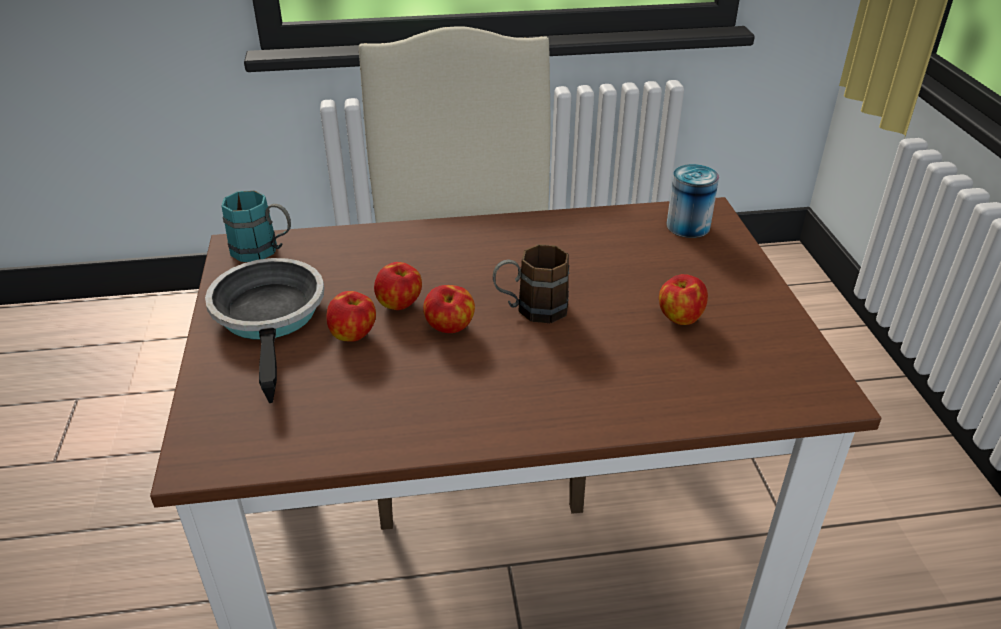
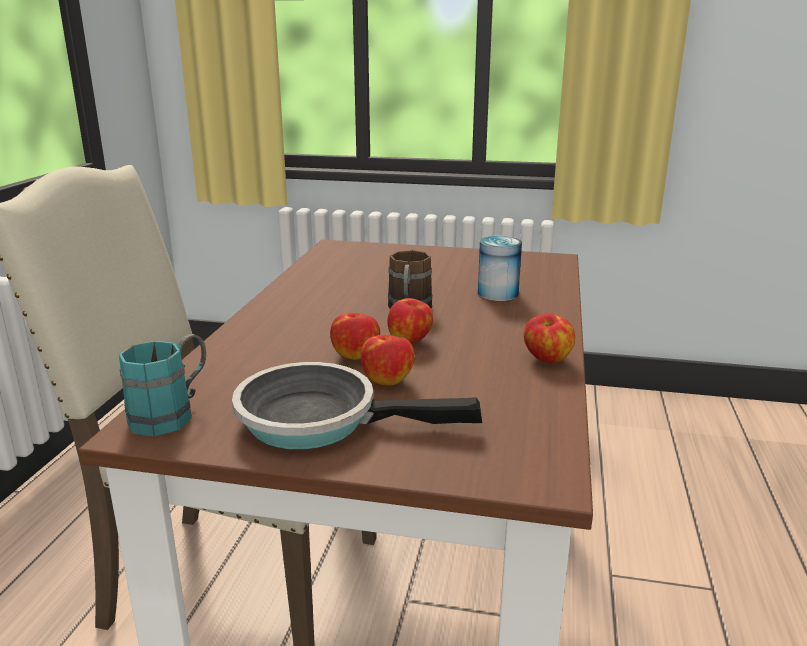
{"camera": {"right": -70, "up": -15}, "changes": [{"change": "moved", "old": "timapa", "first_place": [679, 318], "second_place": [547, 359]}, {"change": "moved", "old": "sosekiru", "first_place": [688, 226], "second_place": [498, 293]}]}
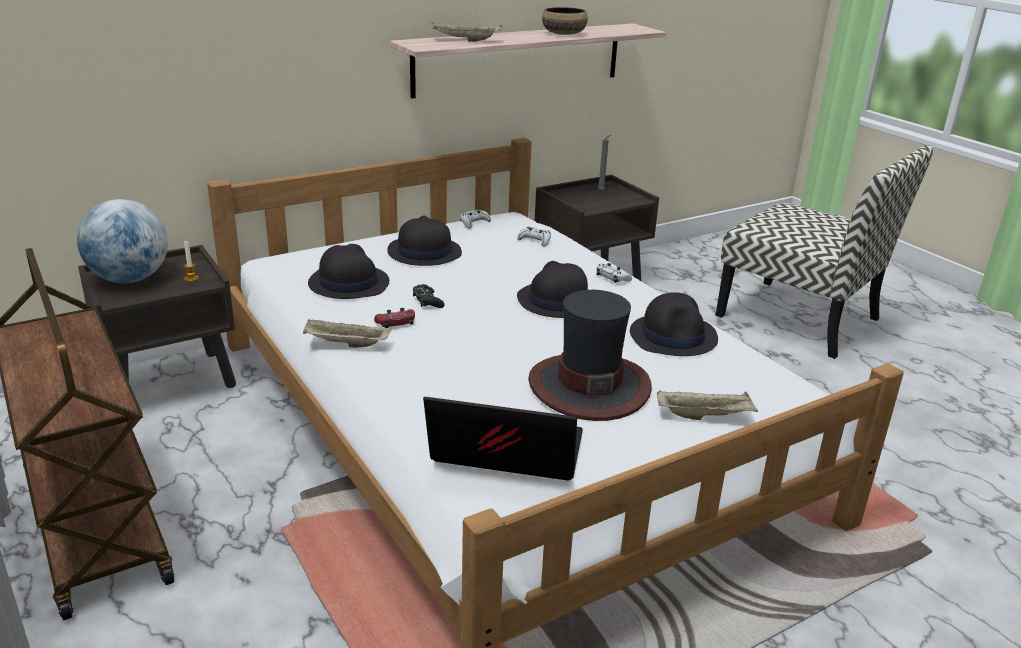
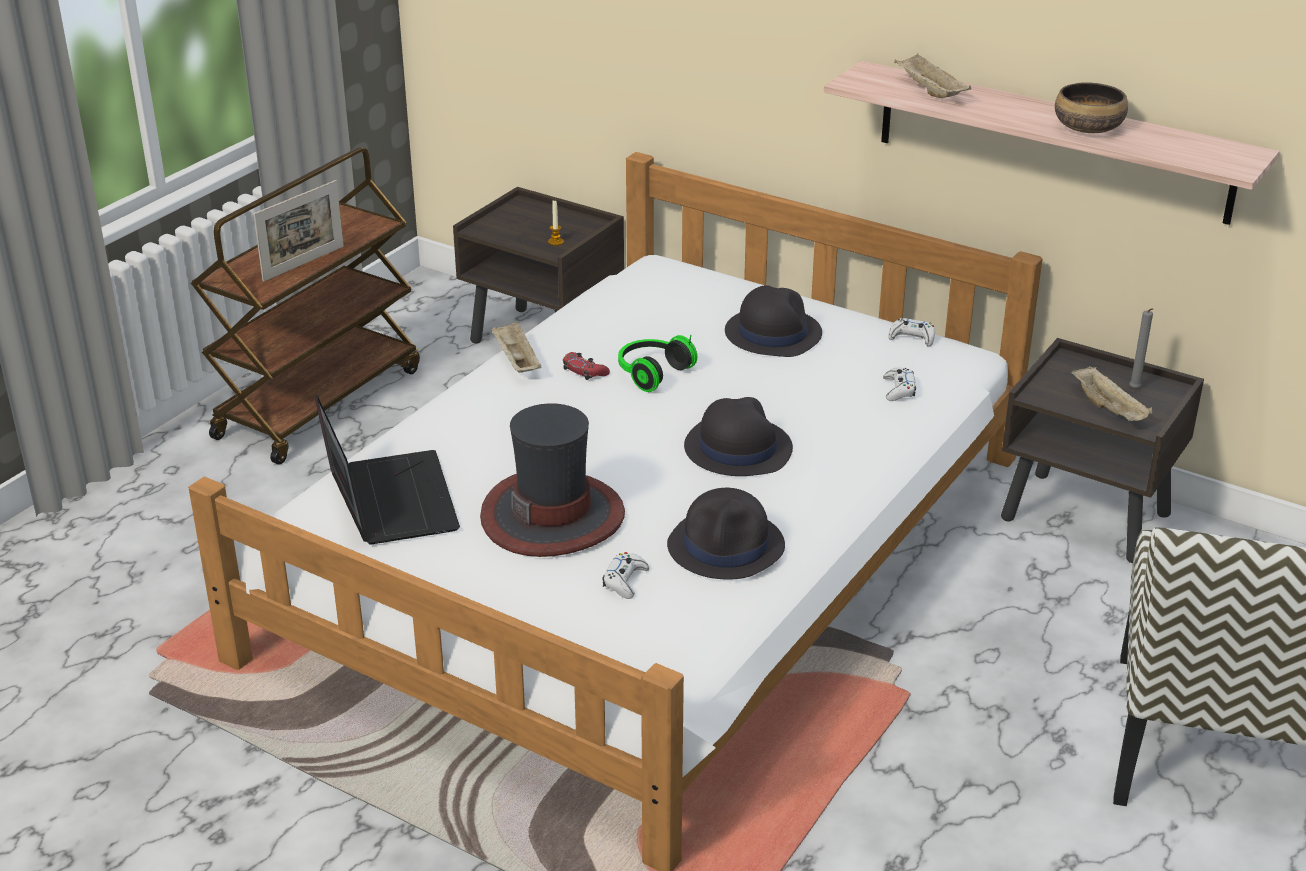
{"camera": {"right": 65, "up": 5}, "changes": [{"change": "removed", "old": "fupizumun", "first_place": [130, 279]}, {"change": "removed", "old": "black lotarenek", "first_place": [348, 283]}, {"change": "replaced", "old": "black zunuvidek", "new": "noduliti", "first_place": [427, 301], "second_place": [651, 373]}, {"change": "moved", "old": "white zunuvidek", "first_place": [612, 278], "second_place": [625, 581]}, {"change": "moved", "old": "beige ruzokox", "first_place": [705, 416], "second_place": [1109, 409]}, {"change": "added", "new": "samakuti", "second_place": [303, 263]}]}
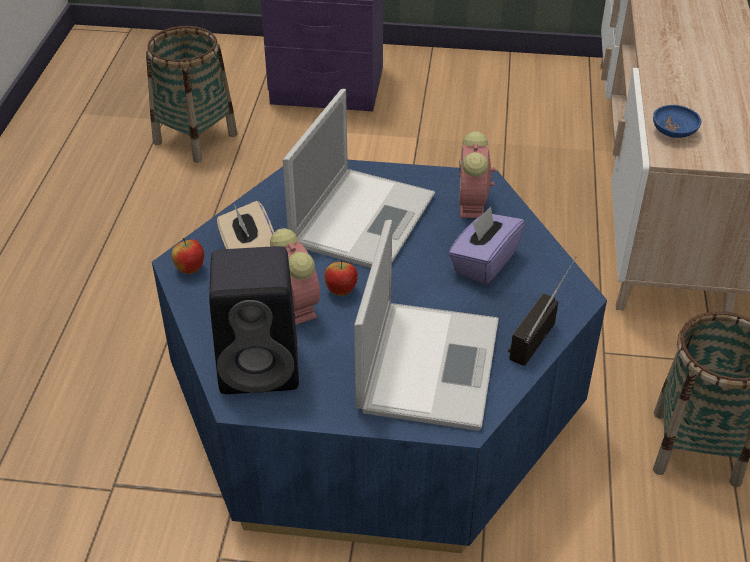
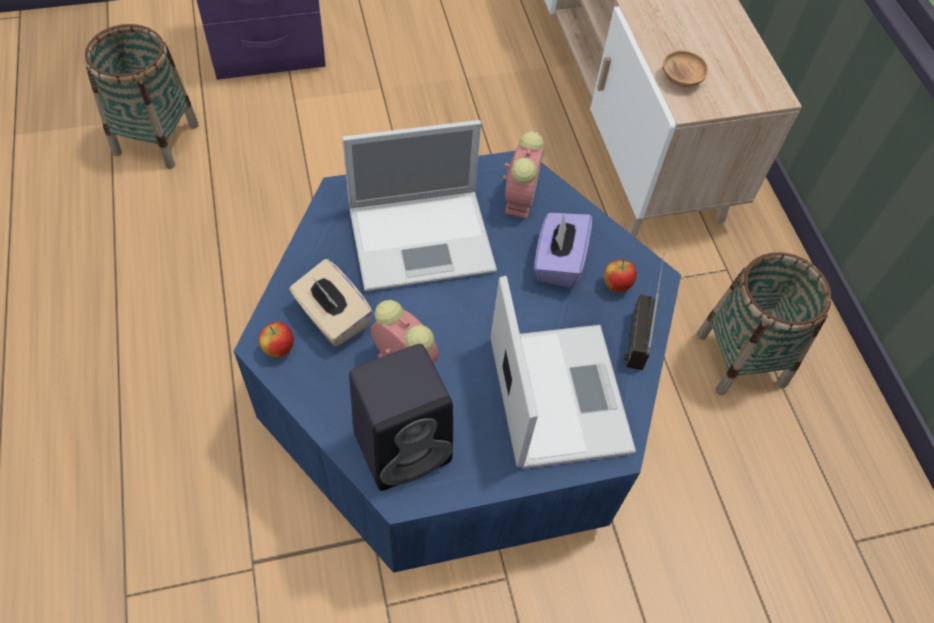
{"camera": {"right": -25, "up": 15}, "changes": [{"change": "turned", "old": "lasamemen", "first_place": [364, 217], "second_place": [424, 238], "degrees": 75}, {"change": "moved", "old": "timapa", "first_place": [341, 291], "second_place": [616, 285]}, {"change": "turned", "old": "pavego", "first_place": [472, 205], "second_place": [520, 197], "degrees": -150}, {"change": "recoloured", "old": "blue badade", "new": "brown badade", "first_place": [674, 132], "second_place": [681, 78]}]}
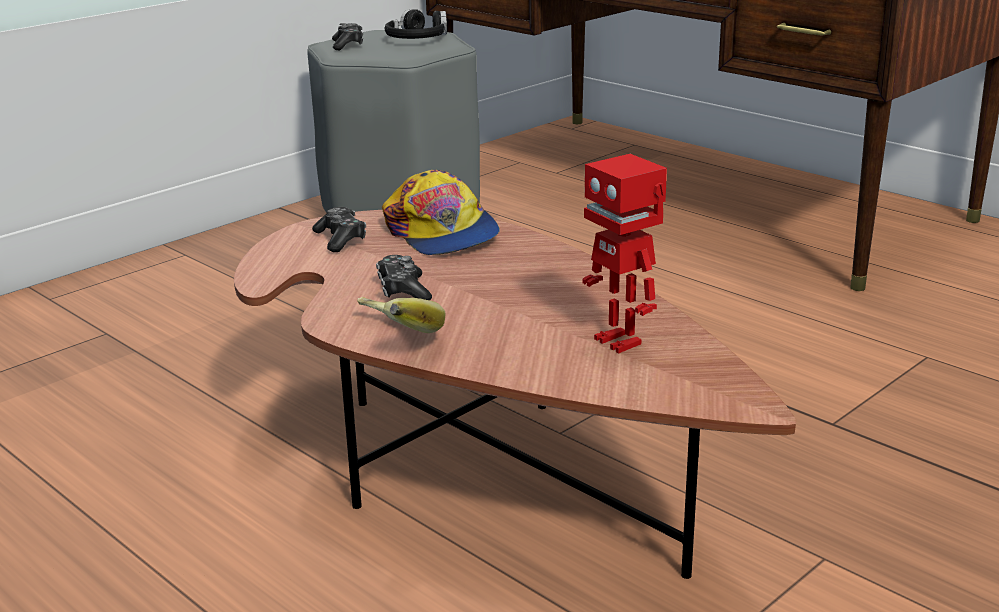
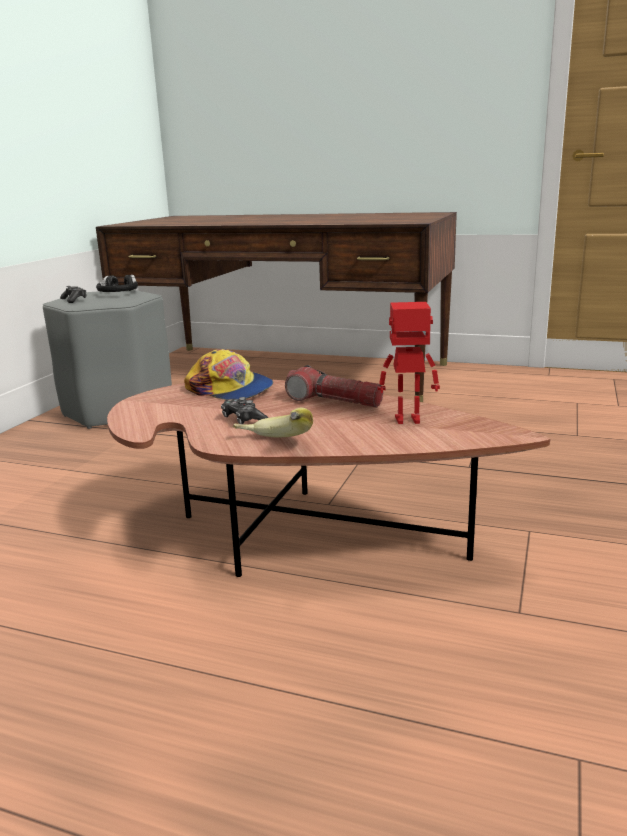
{"camera": {"right": -25, "up": -5}, "changes": [{"change": "removed", "old": "zunuvidek", "first_place": [341, 239]}, {"change": "turned", "old": "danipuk", "first_place": [620, 341], "second_place": [408, 420], "degrees": 150}, {"change": "added", "new": "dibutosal", "second_place": [333, 401]}]}
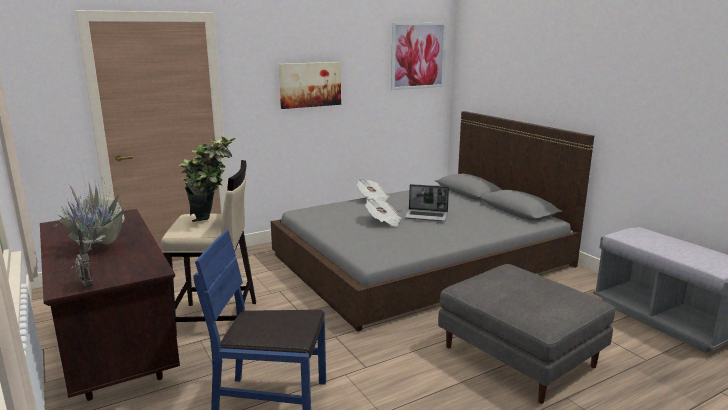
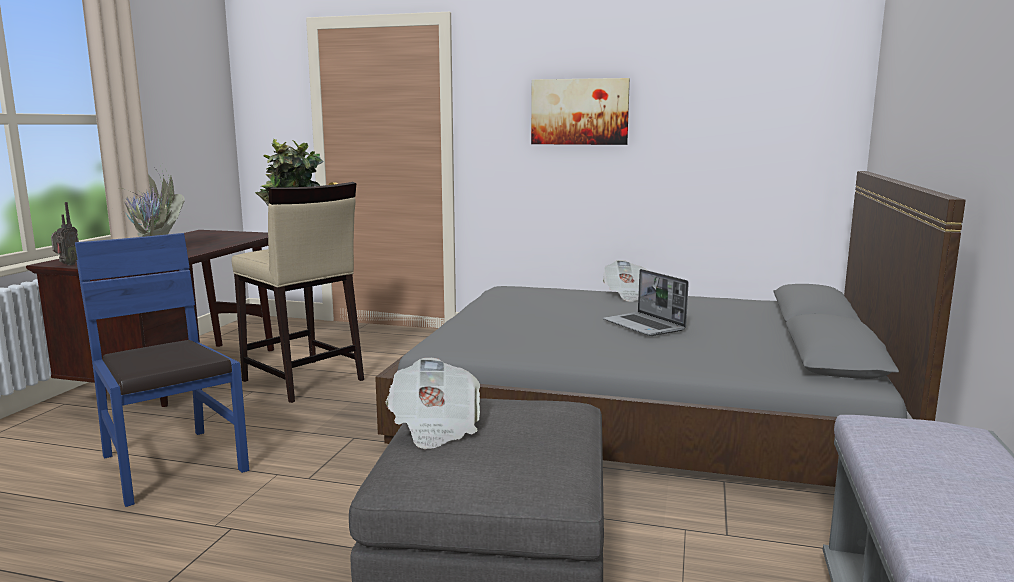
{"camera": {"right": 45, "up": -5}, "changes": [{"change": "moved", "old": "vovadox", "first_place": [383, 221], "second_place": [434, 427]}, {"change": "removed", "old": "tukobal", "first_place": [418, 55]}]}
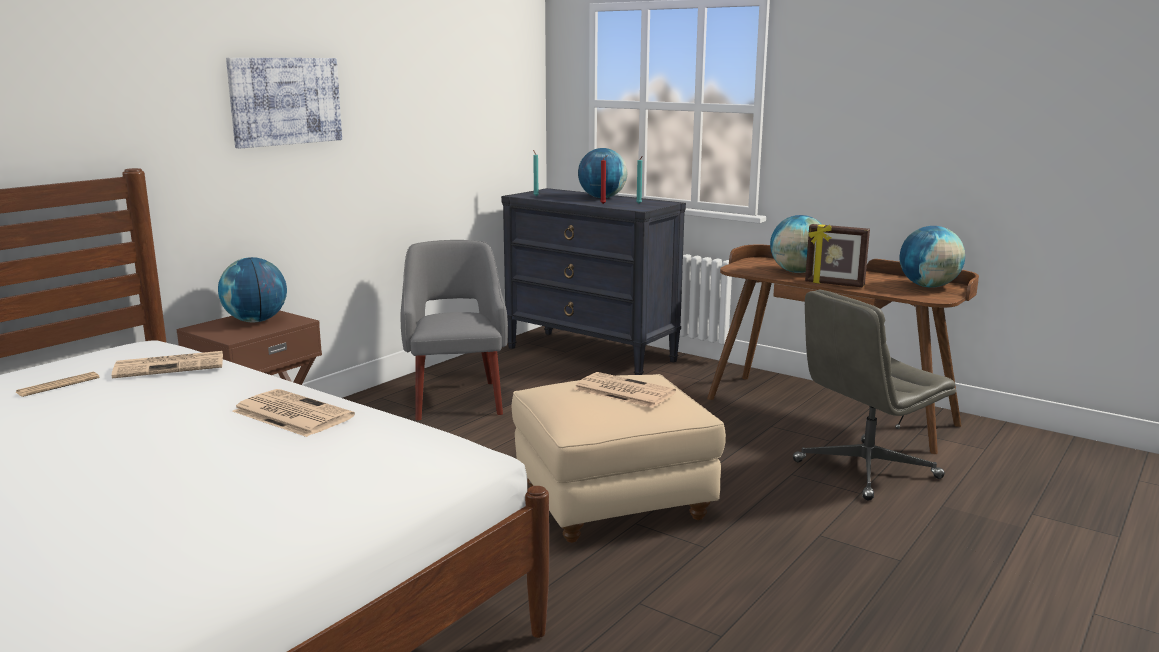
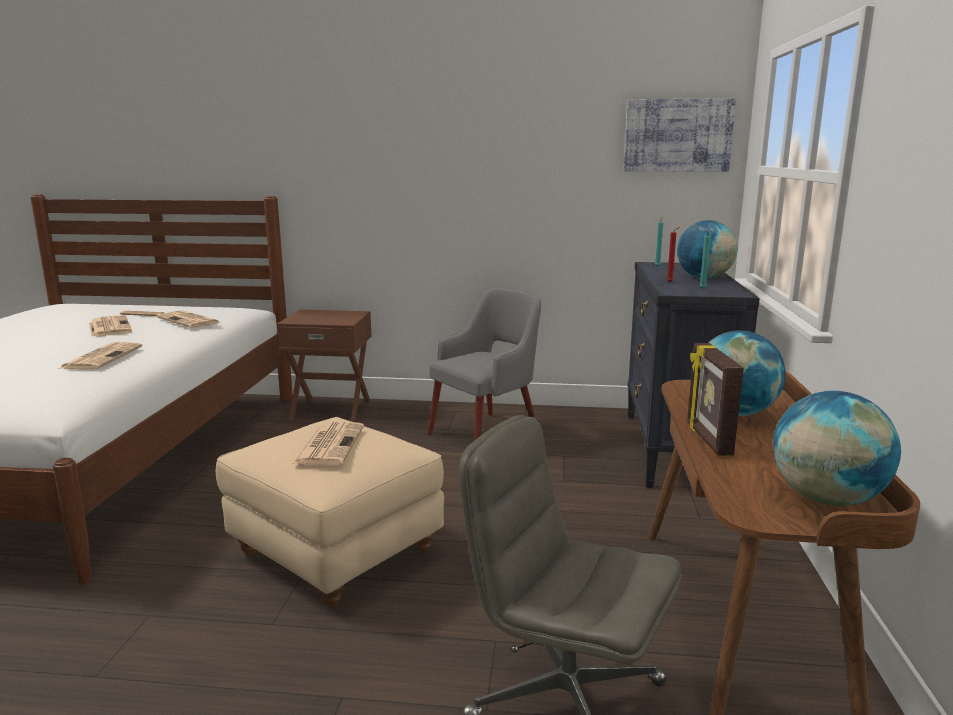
{"camera": {"right": 60, "up": 0}, "changes": [{"change": "removed", "old": "fupizumun", "first_place": [256, 321]}, {"change": "moved", "old": "tukobal", "first_place": [285, 101], "second_place": [677, 135]}, {"change": "added", "new": "vovadox", "second_place": [109, 327]}]}
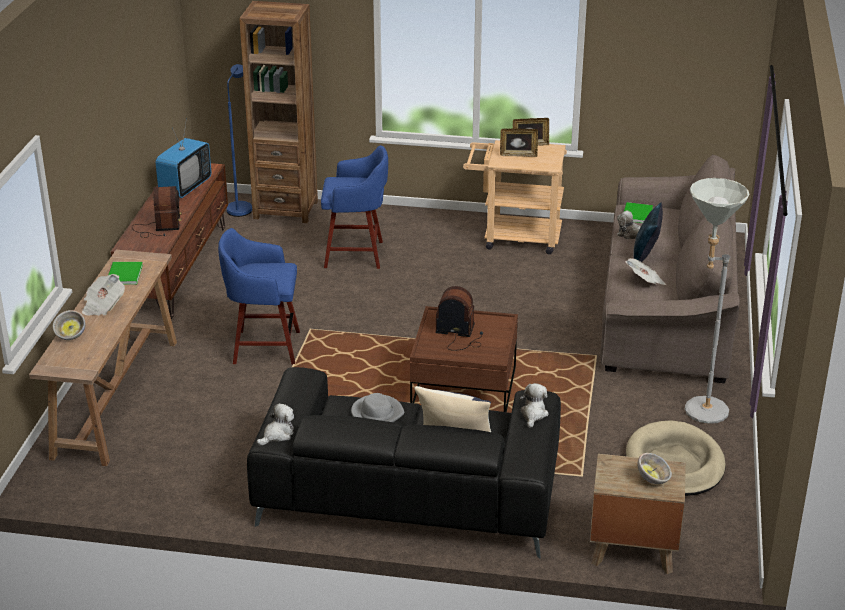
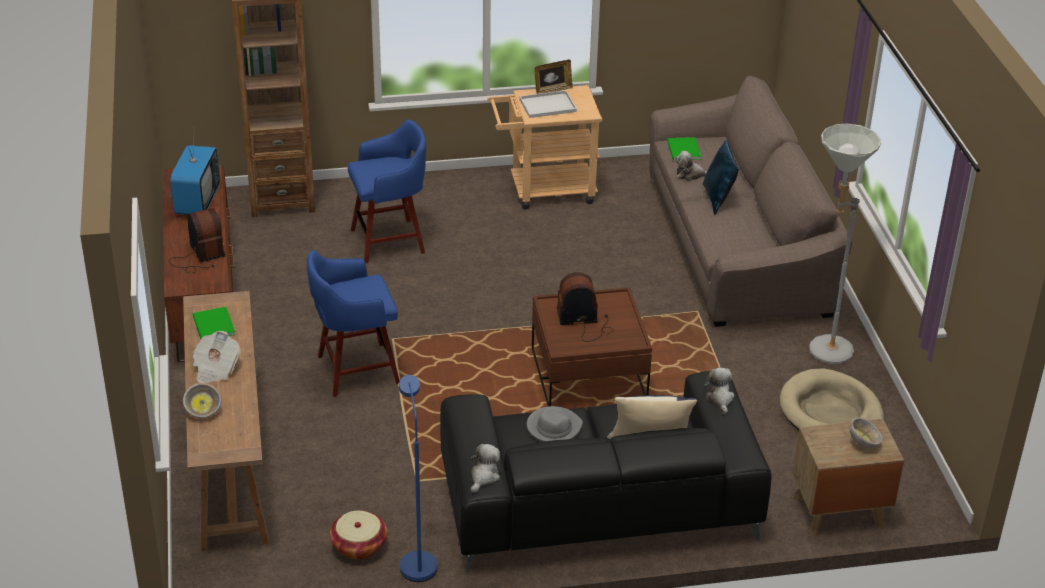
{"camera": {"right": -20, "up": 5}, "changes": [{"change": "moved", "old": "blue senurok", "first_place": [241, 207], "second_place": [417, 560]}, {"change": "replaced", "old": "samakuti", "new": "white ruzokox", "first_place": [518, 155], "second_place": [548, 105]}, {"change": "removed", "old": "vovadox", "first_place": [645, 282]}, {"change": "added", "new": "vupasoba", "second_place": [359, 546]}]}
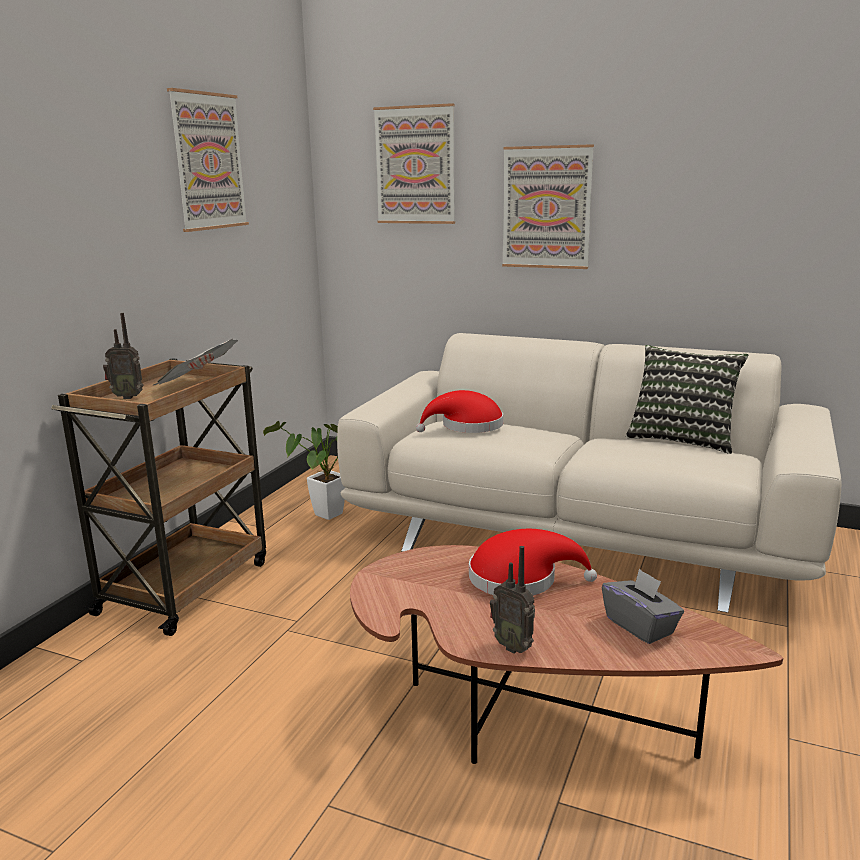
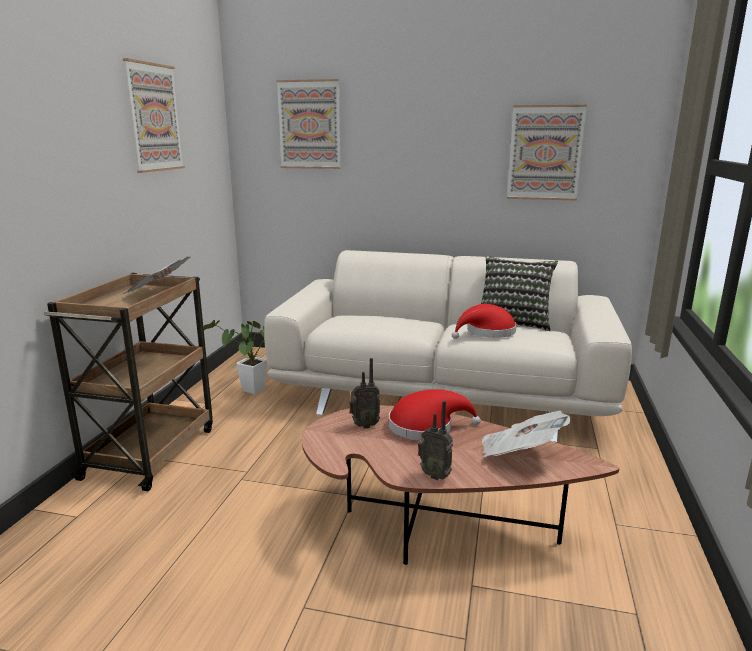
{"camera": {"right": -10, "up": 0}, "changes": [{"change": "moved", "old": "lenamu", "first_place": [127, 397], "second_place": [364, 425]}, {"change": "moved", "old": "red lotarenek", "first_place": [467, 426], "second_place": [487, 332]}, {"change": "moved", "old": "tukobal", "first_place": [546, 207], "second_place": [545, 153]}, {"change": "replaced", "old": "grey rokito", "new": "vovadox", "first_place": [640, 626], "second_place": [519, 453]}]}
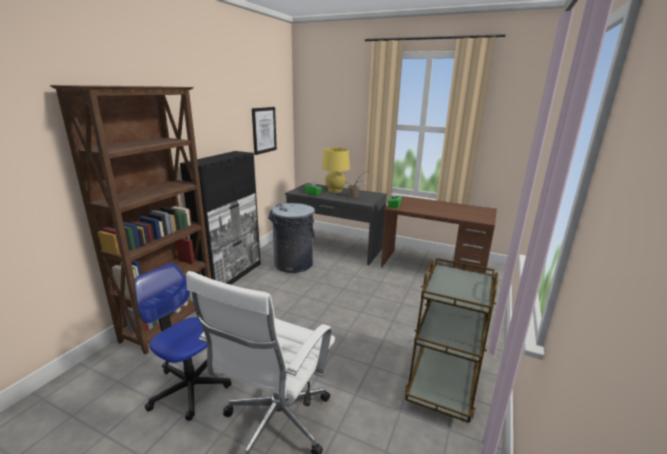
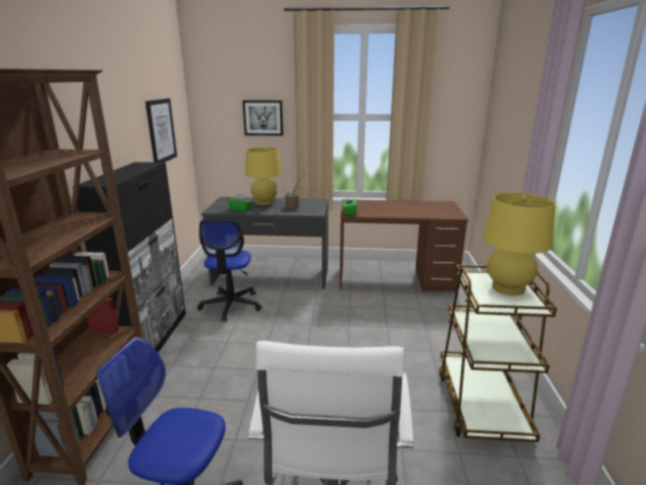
{"camera": {"right": -20, "up": 0}, "changes": [{"change": "replaced", "old": "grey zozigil", "new": "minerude", "first_place": [293, 264], "second_place": [231, 305]}, {"change": "added", "new": "tukobal", "second_place": [263, 118]}, {"change": "added", "new": "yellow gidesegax", "second_place": [508, 288]}]}
